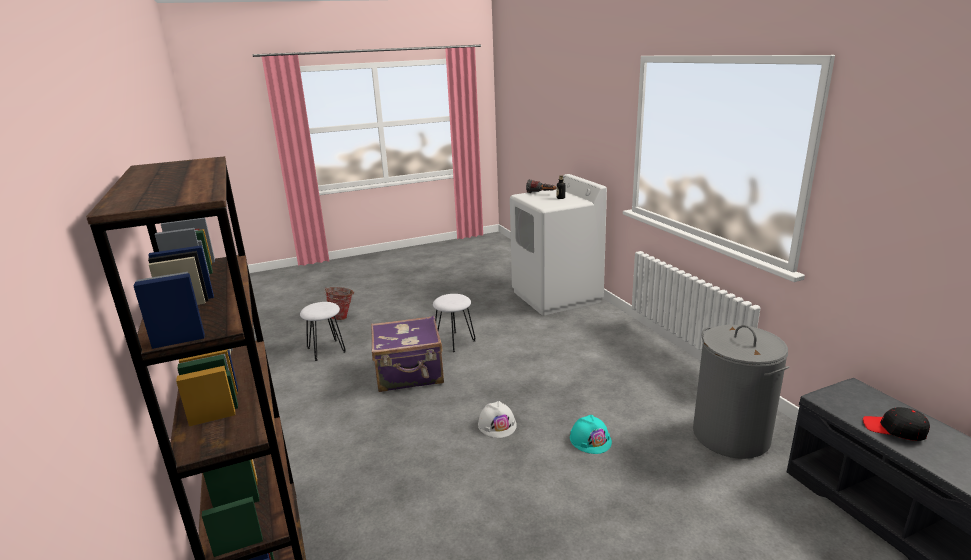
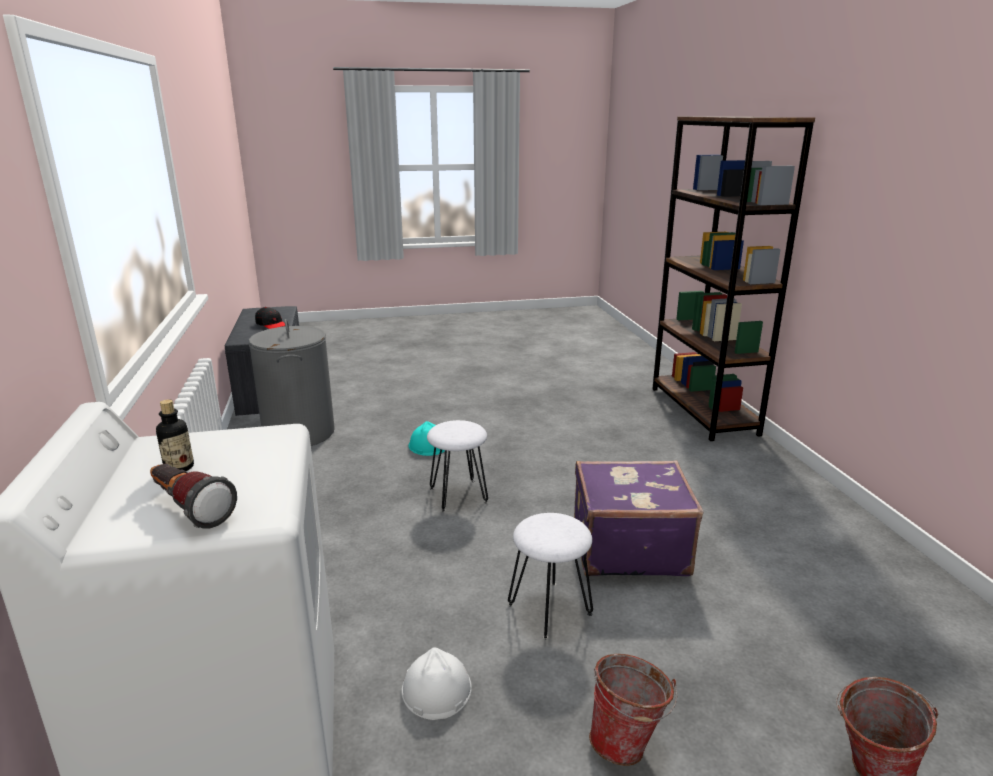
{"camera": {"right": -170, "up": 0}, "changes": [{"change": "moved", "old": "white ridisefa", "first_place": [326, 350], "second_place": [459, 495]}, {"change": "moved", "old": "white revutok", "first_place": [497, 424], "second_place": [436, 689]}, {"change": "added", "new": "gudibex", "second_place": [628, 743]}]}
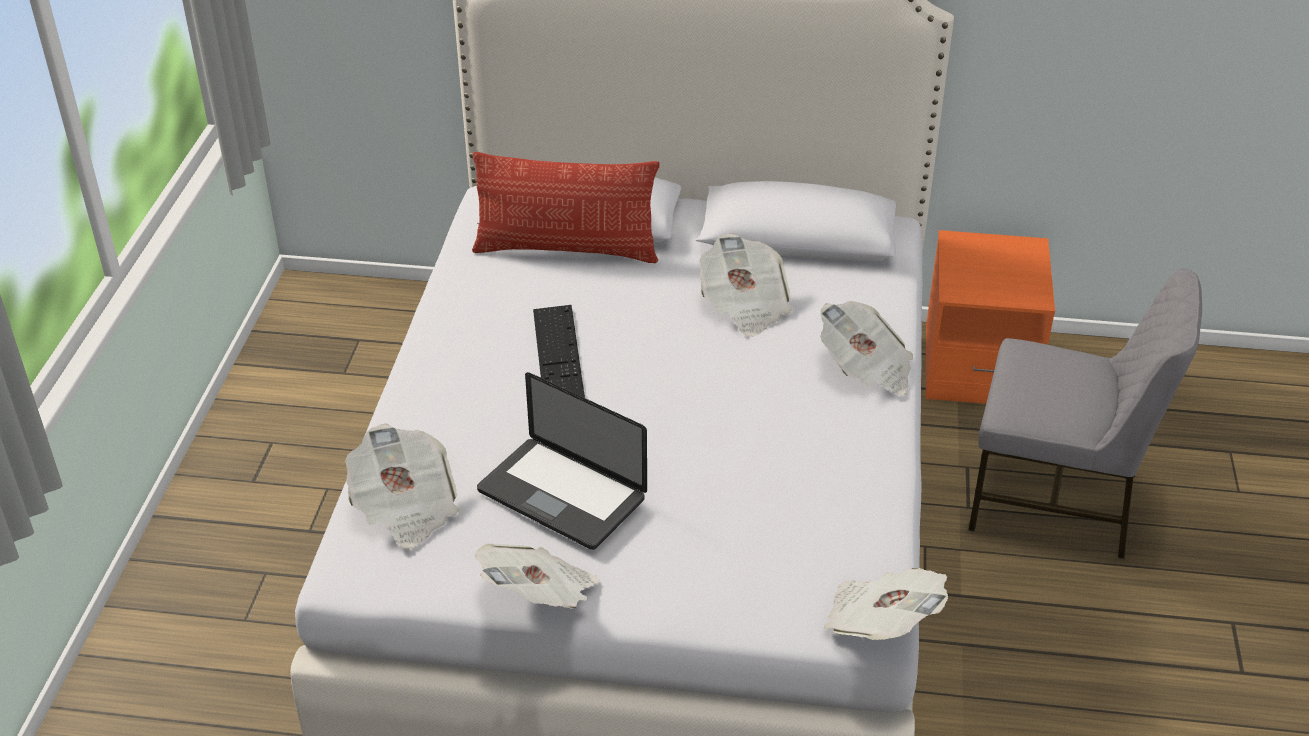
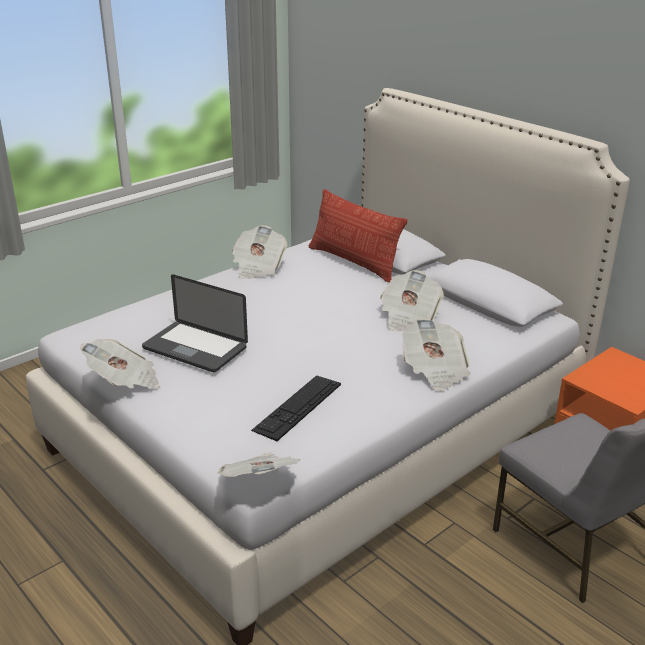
{"camera": {"right": 40, "up": -10}, "changes": [{"change": "moved", "old": "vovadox", "first_place": [405, 508], "second_place": [258, 267]}, {"change": "turned", "old": "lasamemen", "first_place": [561, 495], "second_place": [195, 348], "degrees": -45}, {"change": "moved", "old": "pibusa", "first_place": [558, 353], "second_place": [297, 406]}]}
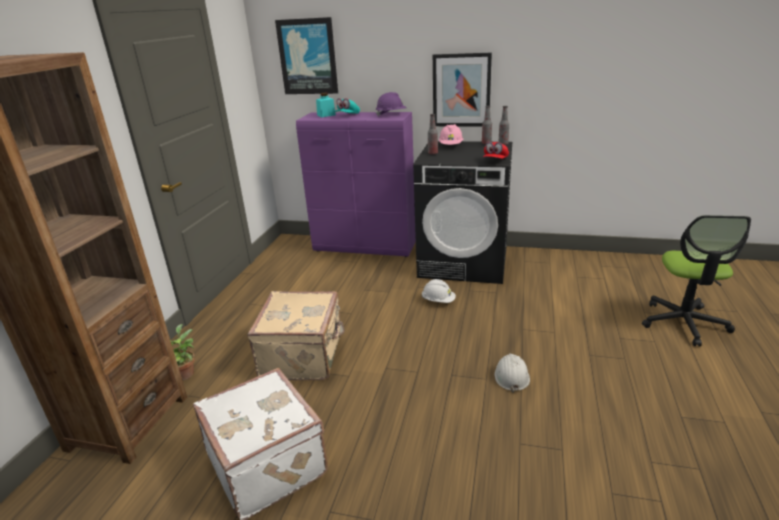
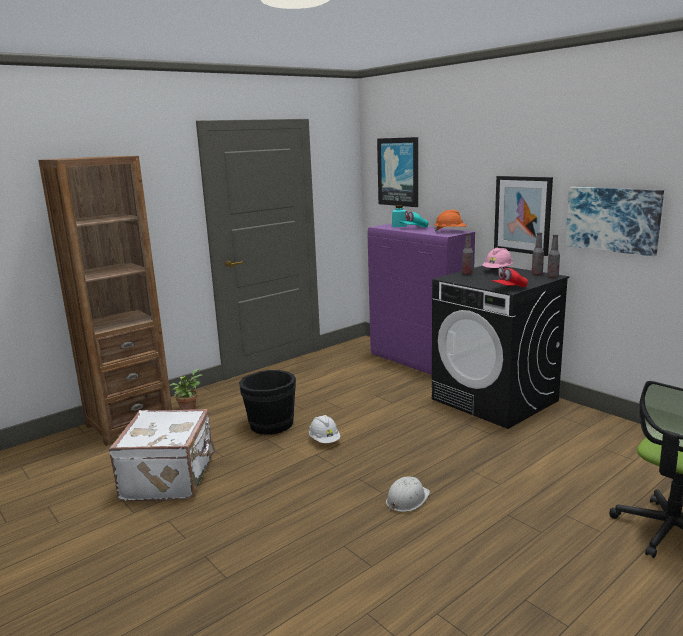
{"camera": {"right": 35, "up": -10}, "changes": [{"change": "replaced", "old": "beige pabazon", "new": "black gudibex", "first_place": [304, 356], "second_place": [271, 425]}, {"change": "recoloured", "old": "purple revutok", "new": "orange revutok", "first_place": [391, 114], "second_place": [450, 231]}, {"change": "moved", "old": "white revutok", "first_place": [438, 301], "second_place": [324, 440]}, {"change": "added", "new": "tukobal", "second_place": [612, 219]}]}
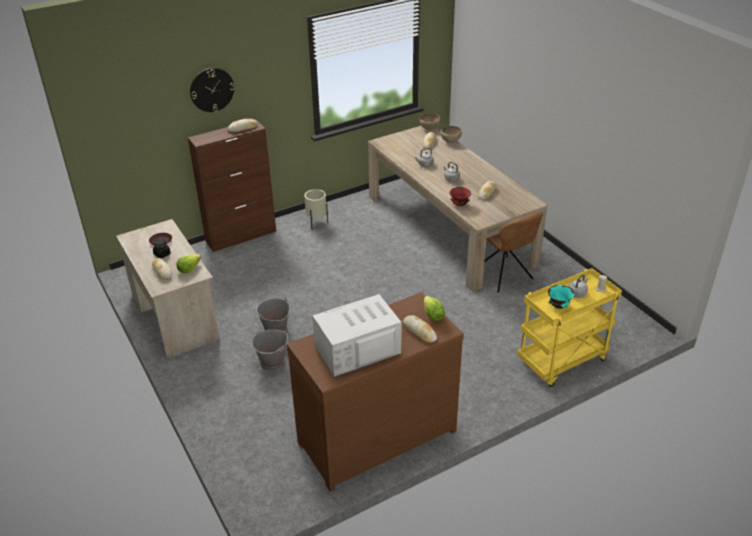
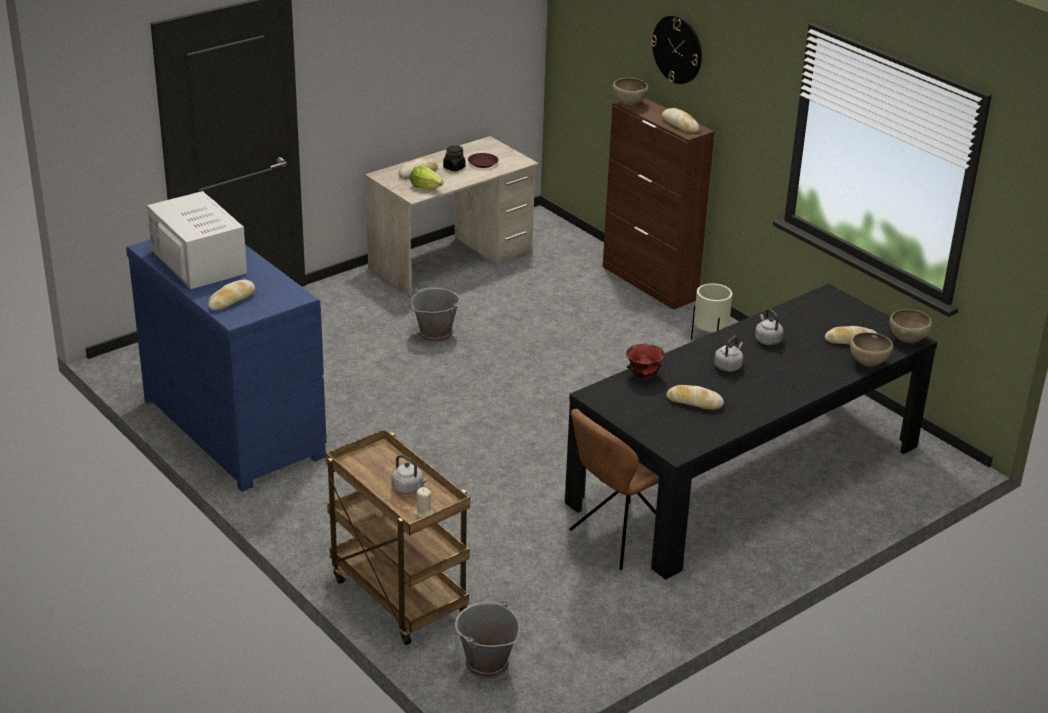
{"camera": {"right": 80, "up": -5}, "changes": [{"change": "moved", "old": "grey gudibex", "first_place": [272, 363], "second_place": [486, 664]}, {"change": "recoloured", "old": "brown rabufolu", "new": "blue rabufolu", "first_place": [375, 435], "second_place": [236, 426]}, {"change": "recoloured", "old": "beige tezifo", "new": "black tezifo", "first_place": [449, 229], "second_place": [746, 474]}, {"change": "removed", "old": "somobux", "first_place": [432, 315]}, {"change": "recoloured", "old": "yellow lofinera", "new": "brown lofinera", "first_place": [561, 362], "second_place": [396, 596]}, {"change": "removed", "old": "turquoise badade", "first_place": [558, 306]}, {"change": "added", "new": "brown badade", "second_place": [629, 104]}]}
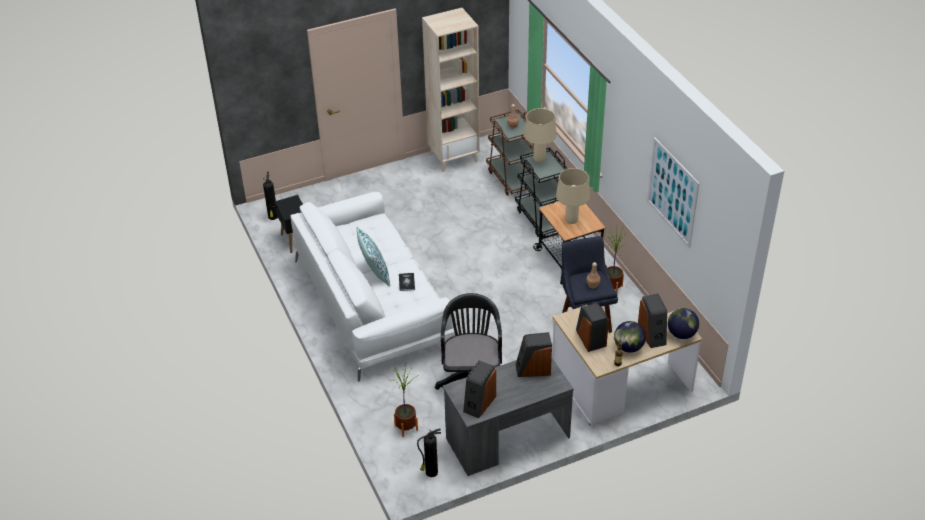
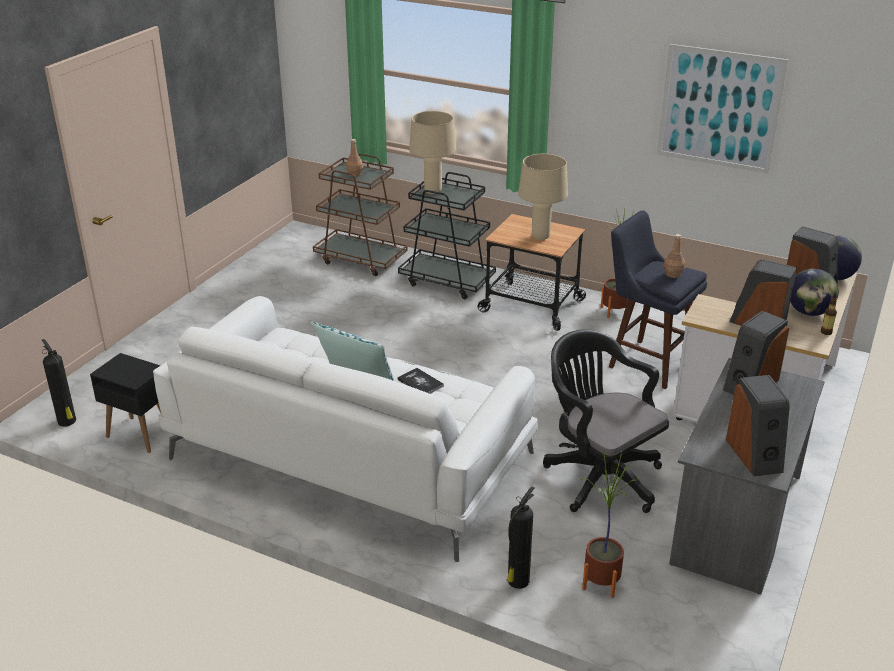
{"camera": {"right": -40, "up": -10}, "changes": [{"change": "moved", "old": "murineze", "first_place": [430, 472], "second_place": [517, 582]}, {"change": "removed", "old": "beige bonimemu", "first_place": [453, 157]}]}
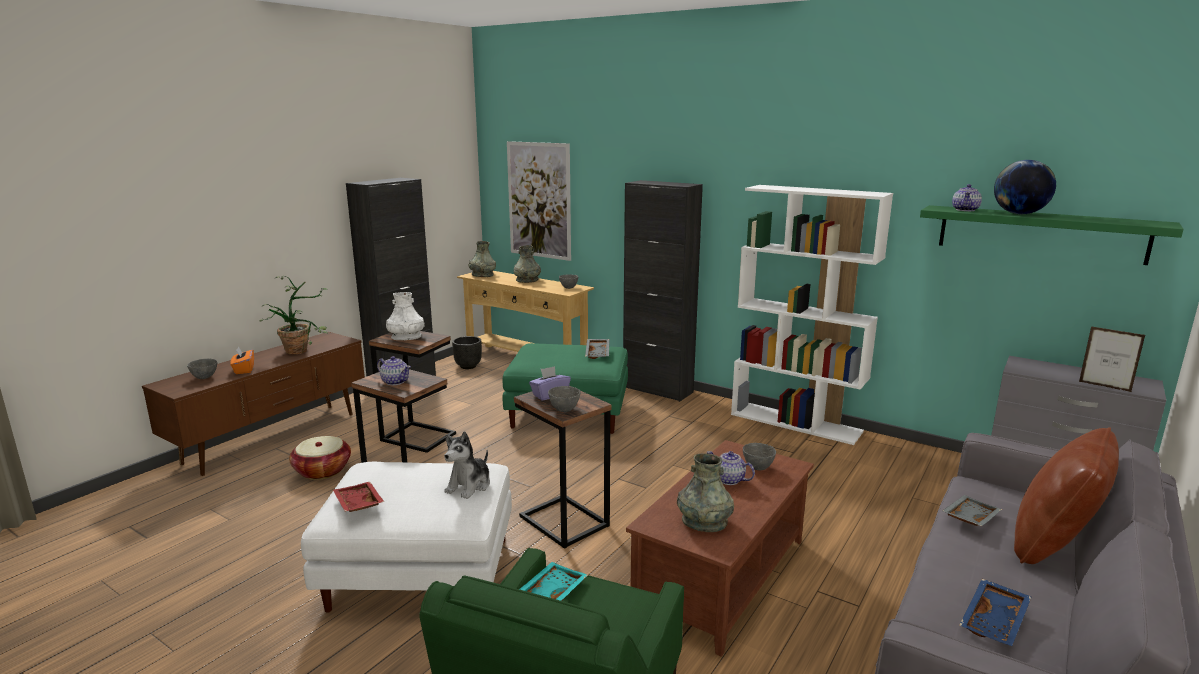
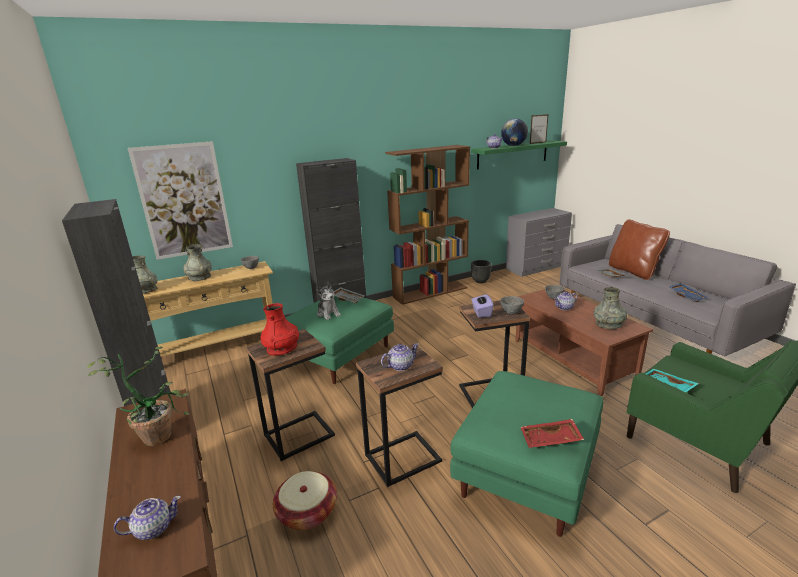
{"camera": {"right": -60, "up": 5}, "changes": [{"change": "replaced", "old": "grey badade", "new": "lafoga", "first_place": [205, 377], "second_place": [153, 528]}, {"change": "removed", "old": "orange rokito", "first_place": [244, 370]}, {"change": "recoloured", "old": "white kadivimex", "new": "green kadivimex", "first_place": [418, 574], "second_place": [527, 473]}, {"change": "recoloured", "old": "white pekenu", "new": "red pekenu", "first_place": [406, 337], "second_place": [282, 348]}, {"change": "moved", "old": "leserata", "first_place": [469, 486], "second_place": [328, 313]}, {"change": "moved", "old": "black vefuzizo", "first_place": [468, 366], "second_place": [480, 281]}, {"change": "recoloured", "old": "white bonimemu", "new": "brown bonimemu", "first_place": [796, 423], "second_place": [430, 292]}, {"change": "moved", "old": "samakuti", "first_place": [1104, 386], "second_place": [538, 143]}]}
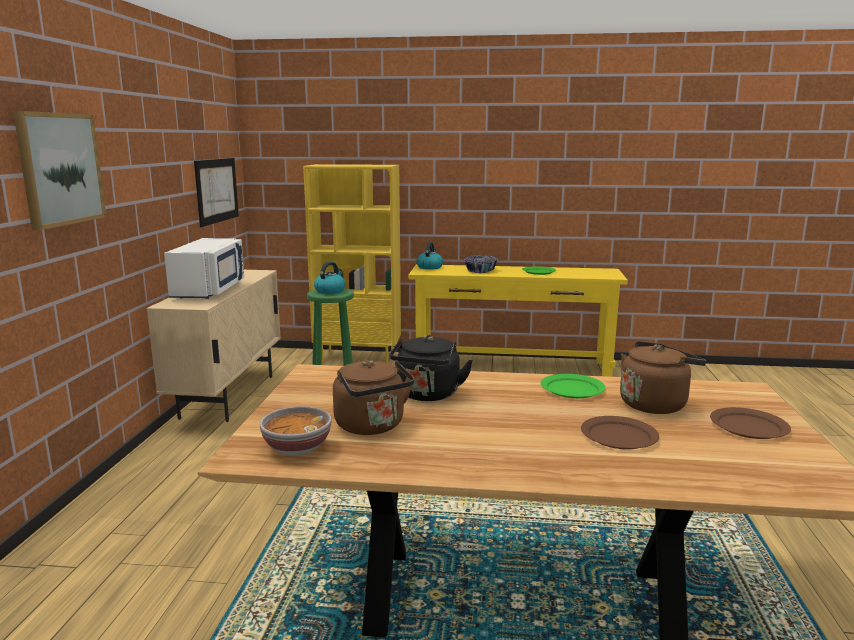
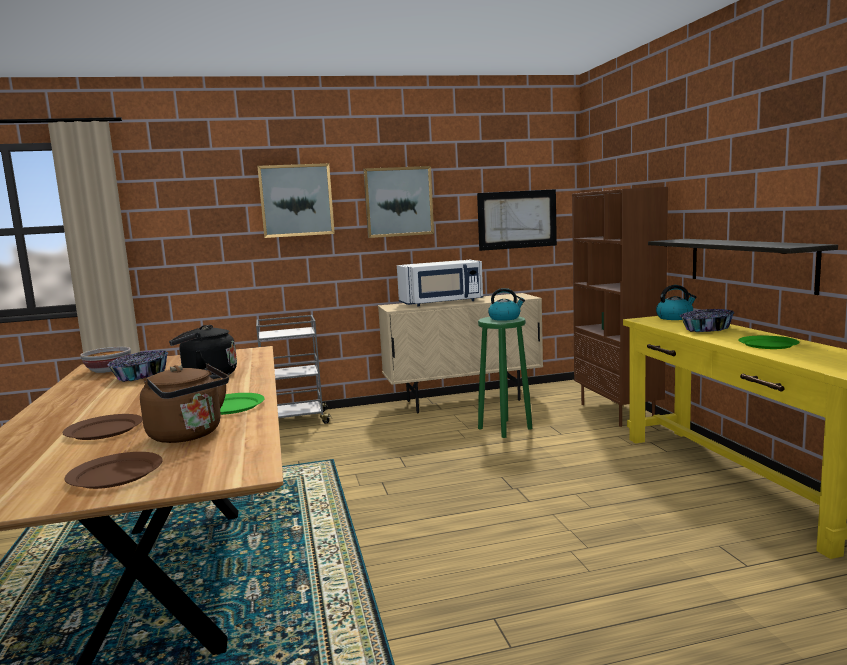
{"camera": {"right": 70, "up": -5}, "changes": [{"change": "recoloured", "old": "yellow bonimemu", "new": "brown bonimemu", "first_place": [358, 358], "second_place": [617, 412]}, {"change": "replaced", "old": "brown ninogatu", "new": "badade", "first_place": [372, 426], "second_place": [140, 376]}, {"change": "added", "new": "grey lofinera", "second_place": [295, 421]}, {"change": "added", "new": "tukobal", "second_place": [398, 202]}, {"change": "added", "new": "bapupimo", "second_place": [749, 263]}]}
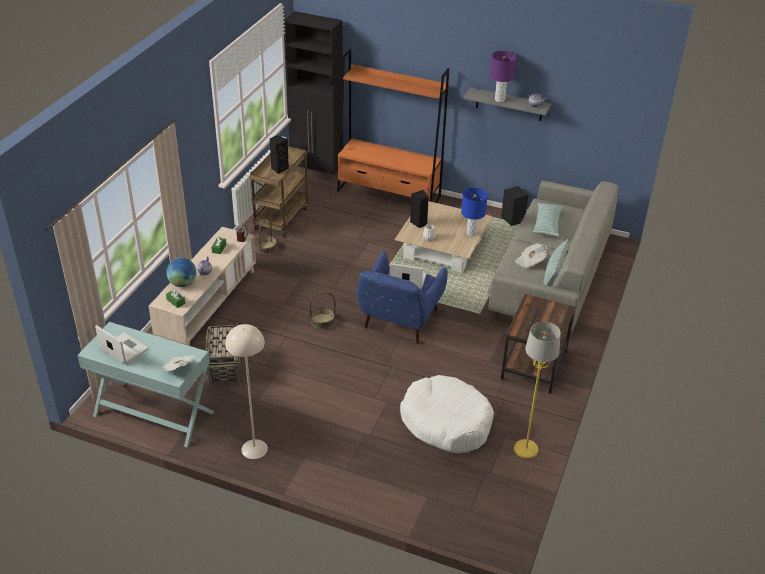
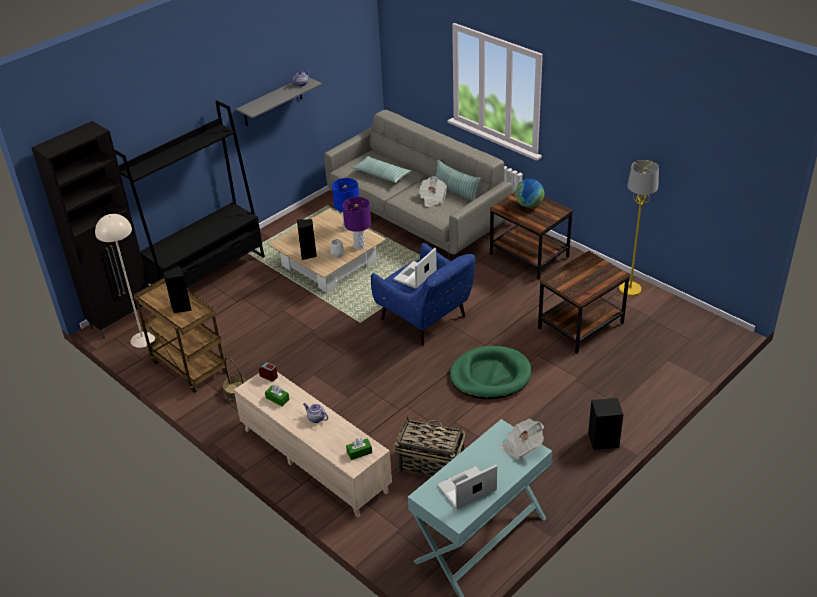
{"camera": {"right": -65, "up": 0}, "changes": [{"change": "moved", "old": "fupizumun", "first_place": [182, 284], "second_place": [529, 205]}, {"change": "moved", "old": "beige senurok", "first_place": [254, 449], "second_place": [142, 339]}, {"change": "removed", "old": "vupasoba", "first_place": [323, 321]}, {"change": "recoloured", "old": "orange bonimemu", "new": "black bonimemu", "first_place": [389, 194], "second_place": [208, 276]}, {"change": "replaced", "old": "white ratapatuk", "new": "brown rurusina", "first_place": [446, 422], "second_place": [580, 325]}, {"change": "moved", "old": "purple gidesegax", "first_place": [499, 99], "second_place": [359, 246]}, {"change": "moved", "old": "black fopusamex", "first_place": [513, 220], "second_place": [604, 440]}, {"change": "added", "new": "green ratapatuk", "second_place": [490, 376]}]}
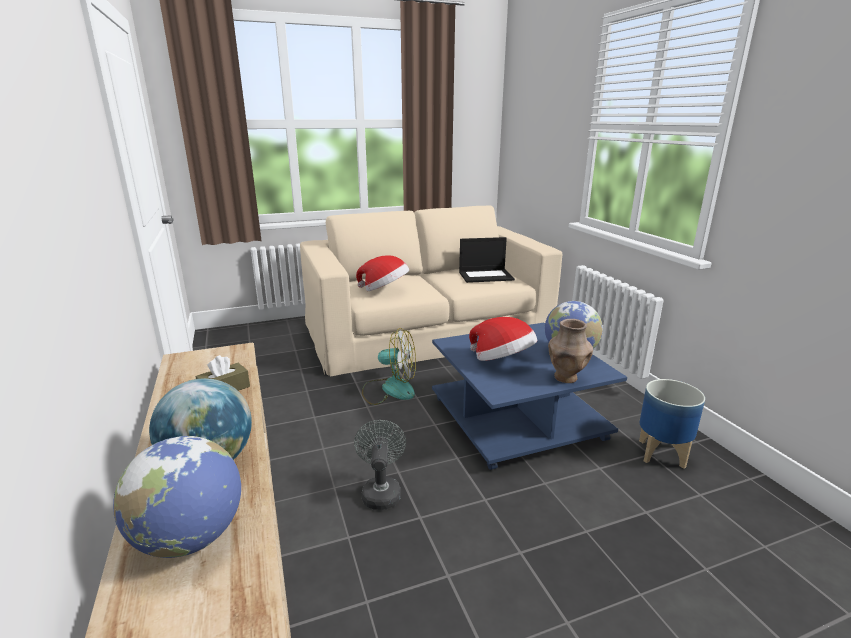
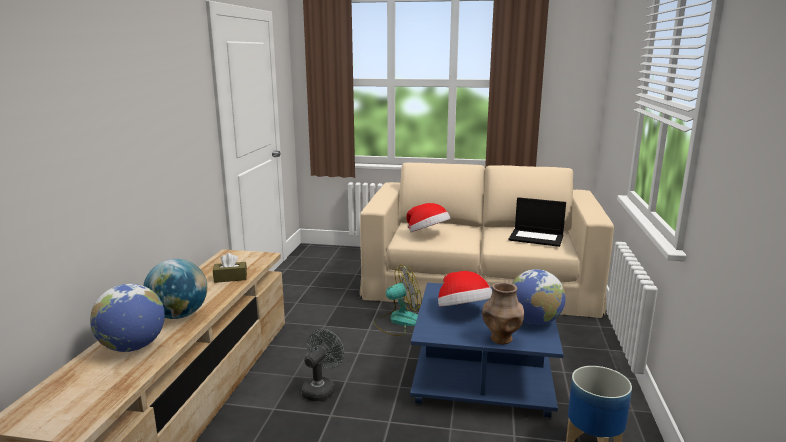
{"camera": {"right": 30, "up": -5}, "changes": [{"change": "turned", "old": "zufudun", "first_place": [389, 389], "second_place": [398, 321], "degrees": -60}]}
